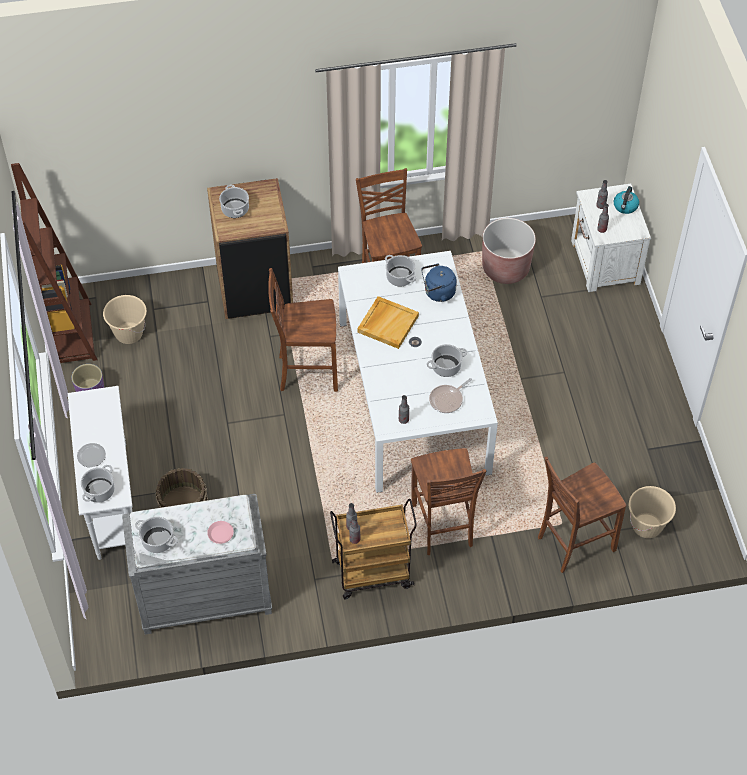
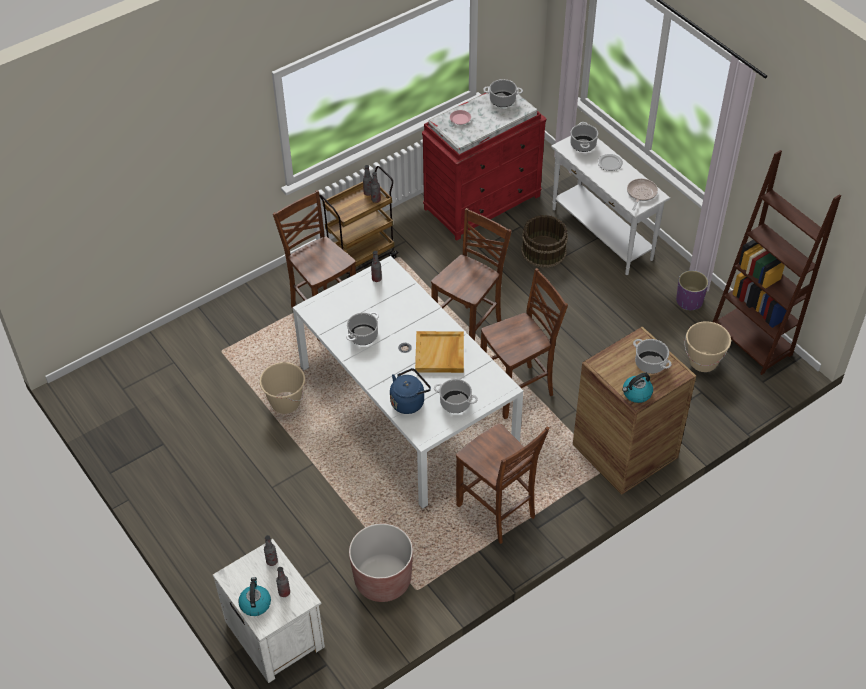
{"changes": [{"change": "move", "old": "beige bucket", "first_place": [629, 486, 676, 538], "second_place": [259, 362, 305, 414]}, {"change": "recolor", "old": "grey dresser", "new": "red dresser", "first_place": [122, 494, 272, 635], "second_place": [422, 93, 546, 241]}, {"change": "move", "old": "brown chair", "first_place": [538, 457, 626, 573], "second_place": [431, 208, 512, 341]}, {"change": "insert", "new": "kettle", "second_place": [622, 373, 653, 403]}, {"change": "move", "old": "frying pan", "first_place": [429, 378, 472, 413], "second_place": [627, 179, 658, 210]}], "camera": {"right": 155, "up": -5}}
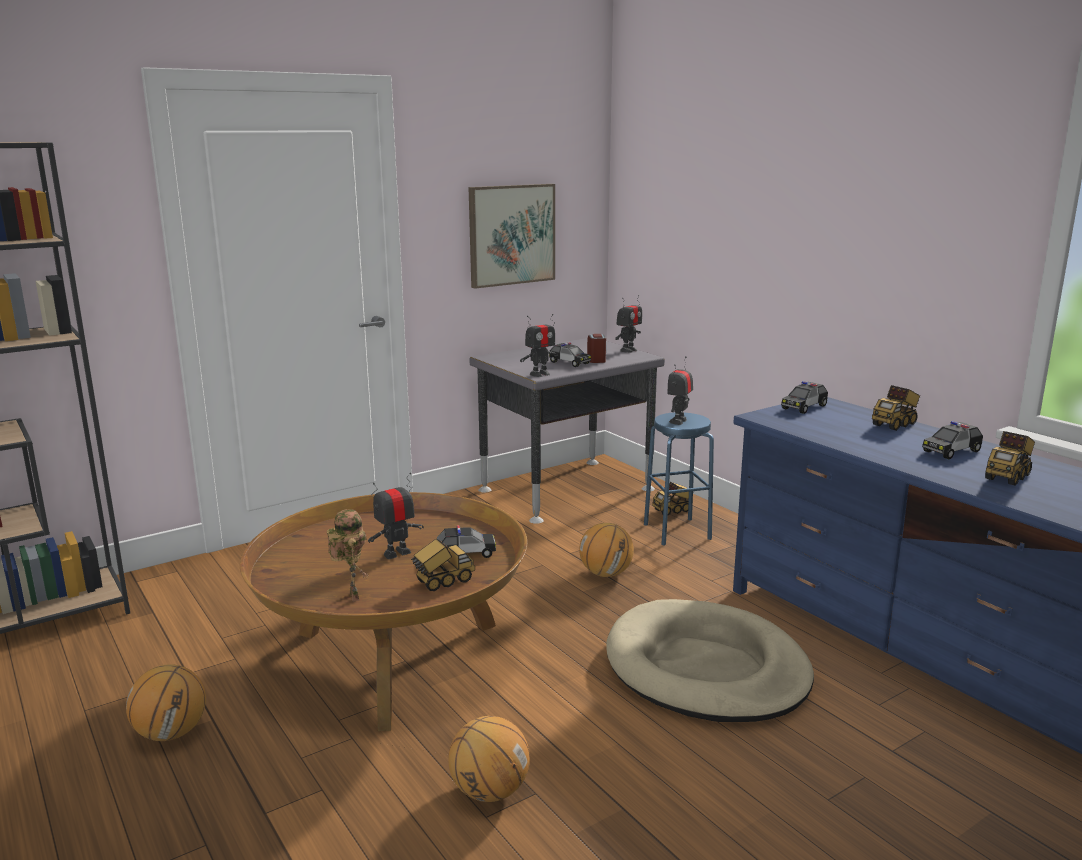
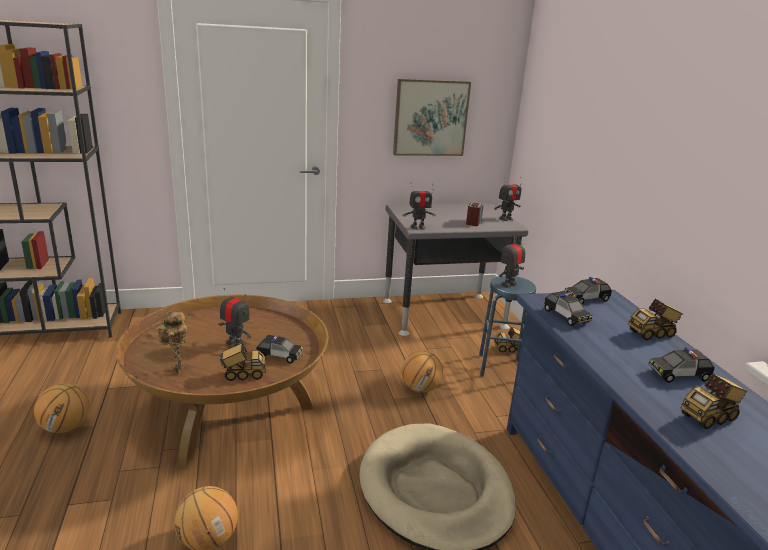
{"changes": [{"change": "rotate", "old": "toy robot", "first_place": [368, 473, 424, 559], "second_place": [218, 288, 251, 347], "degrees": 45}, {"change": "move", "old": "toy car", "first_place": [549, 342, 591, 367], "second_place": [544, 291, 592, 326]}], "camera": {"right": 20, "up": 5}}
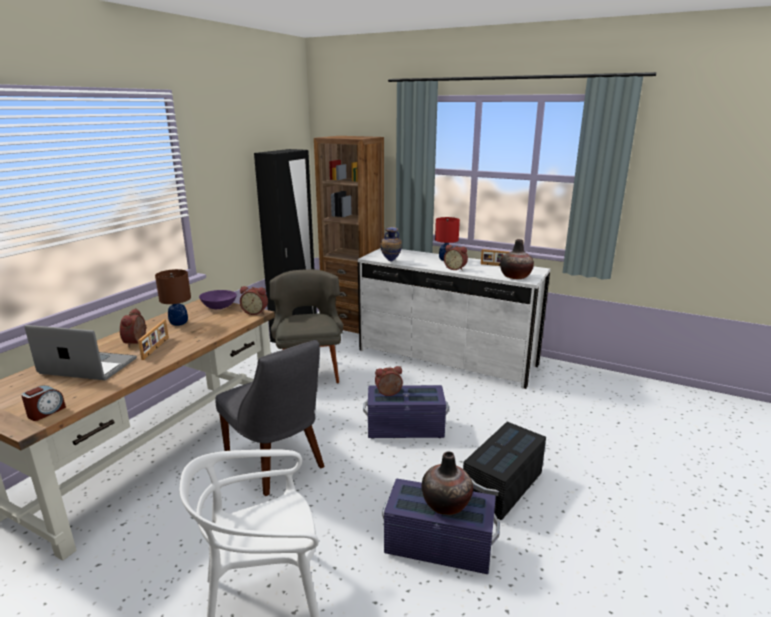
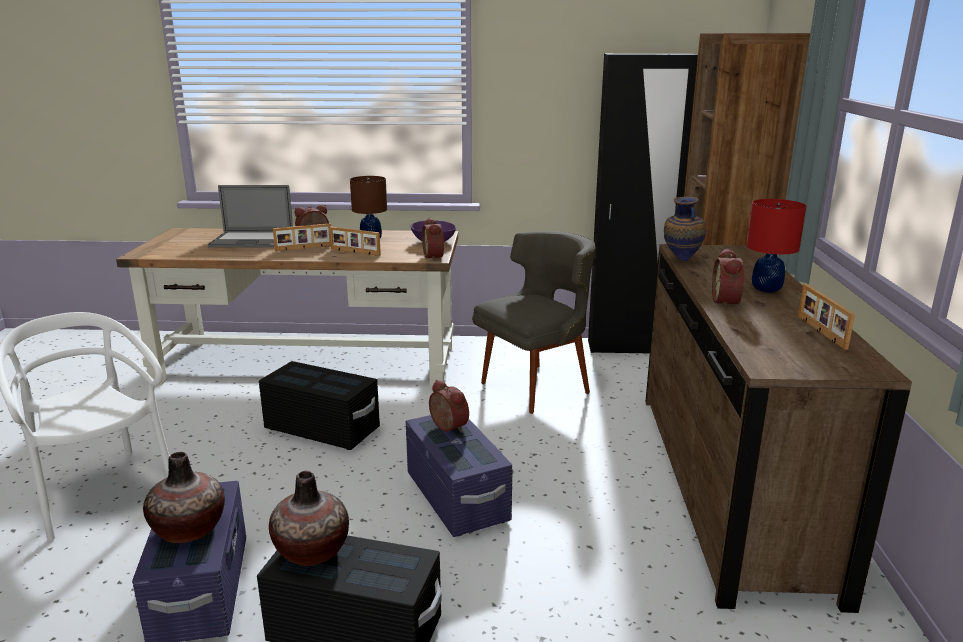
{"changes": [{"change": "rotate", "old": "laptop", "first_place": [25, 325, 137, 380], "second_place": [208, 185, 293, 247], "degrees": 105}, {"change": "replace", "old": "grey chair", "new": "black storage box", "first_place": [215, 340, 325, 496], "second_place": [259, 361, 380, 450]}, {"change": "move", "old": "vase", "first_place": [500, 239, 534, 279], "second_place": [269, 471, 349, 566]}, {"change": "insert", "new": "picture frame", "second_place": [329, 226, 381, 256]}, {"change": "recolor", "old": "white dresser", "new": "brown dresser", "first_place": [358, 248, 550, 389], "second_place": [646, 244, 912, 613]}, {"change": "delete", "old": "alarm clock", "first_place": [21, 385, 66, 421]}], "camera": {"right": 65, "up": 0}}
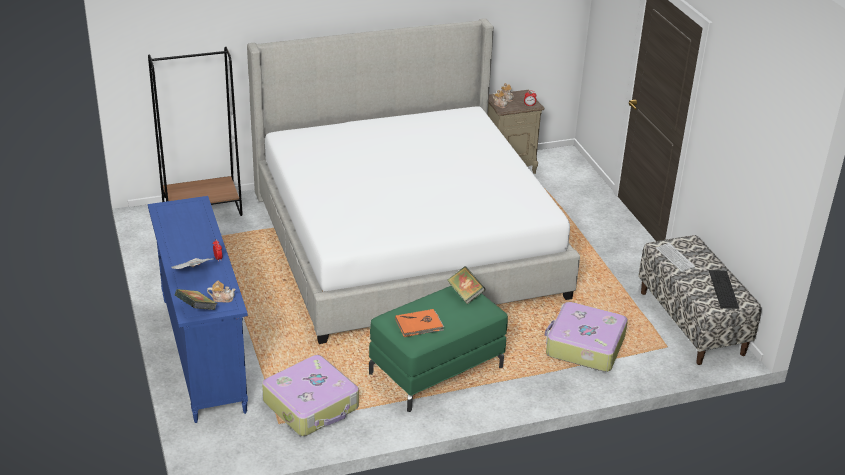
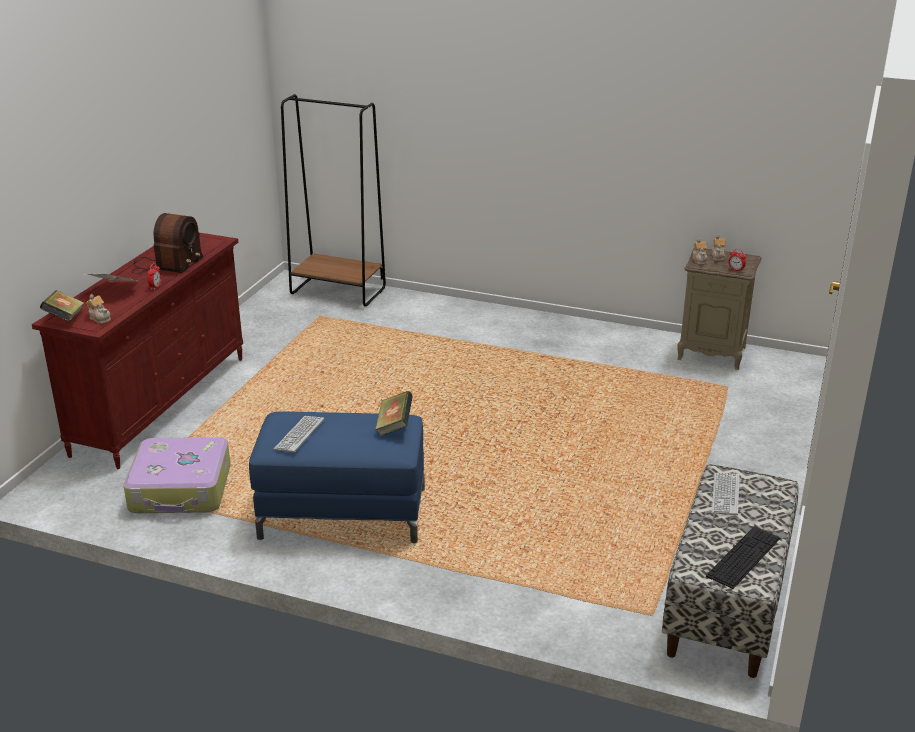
{"changes": [{"change": "recolor", "old": "blue dresser", "new": "red dresser", "first_place": [148, 196, 248, 423], "second_place": [32, 233, 243, 469]}, {"change": "insert", "new": "radio", "second_place": [132, 213, 203, 277]}, {"change": "recolor", "old": "green ottoman", "new": "blue ottoman", "first_place": [369, 286, 508, 412], "second_place": [249, 412, 425, 543]}, {"change": "replace", "old": "orange book", "new": "keyboard", "first_place": [395, 309, 444, 337], "second_place": [274, 416, 324, 453]}, {"change": "delete", "old": "bed", "first_place": [247, 18, 580, 344]}, {"change": "delete", "old": "suitcase", "first_place": [545, 302, 628, 372]}], "camera": {"right": 40, "up": -5}}
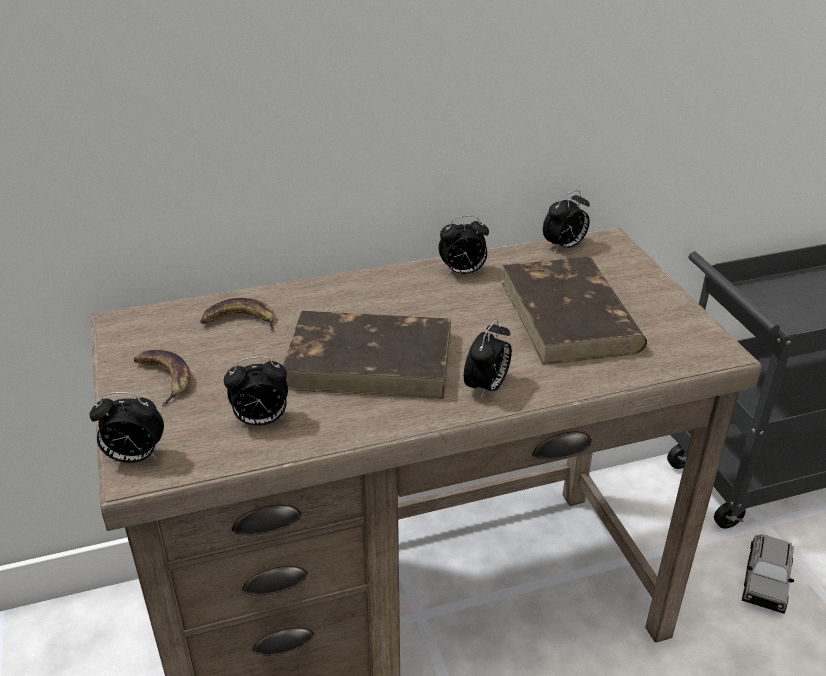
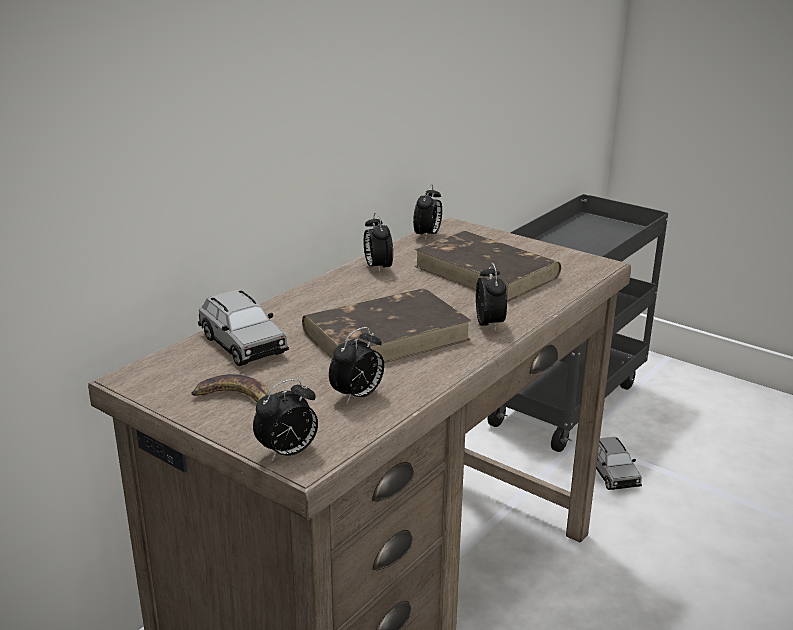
{"changes": [{"change": "replace", "old": "banana", "new": "grey toy car", "first_place": [200, 298, 275, 332], "second_place": [198, 290, 289, 366]}, {"change": "rotate", "old": "alarm clock", "first_place": [439, 215, 489, 275], "second_place": [364, 213, 393, 273], "degrees": 120}], "camera": {"right": -35, "up": -10}}
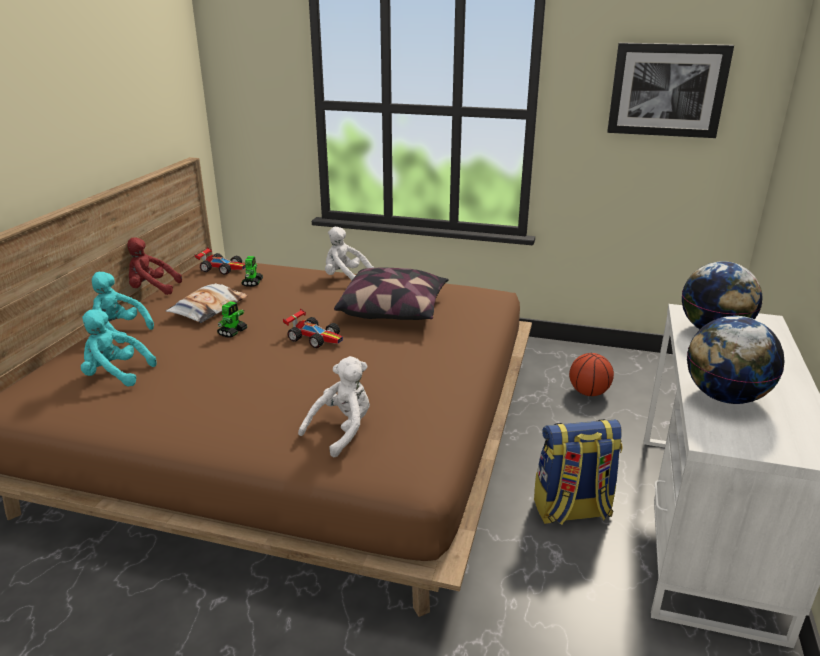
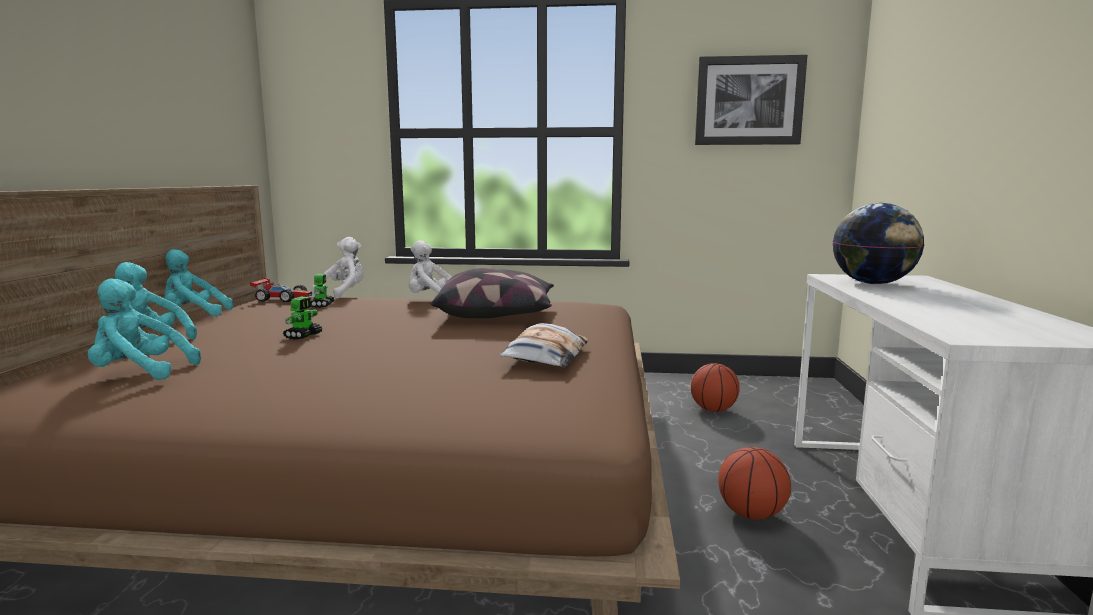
{"changes": [{"change": "recolor", "old": "red plush toy", "new": "turquoise plush toy", "first_place": [127, 237, 182, 295], "second_place": [164, 249, 233, 316]}, {"change": "move", "old": "white plush toy", "first_place": [298, 356, 370, 457], "second_place": [311, 237, 364, 299]}, {"change": "move", "old": "pillow", "first_place": [166, 283, 248, 323], "second_place": [499, 323, 589, 367]}, {"change": "replace", "old": "backpack", "new": "basketball", "first_place": [534, 419, 623, 525], "second_place": [718, 447, 791, 520]}, {"change": "delete", "old": "toy car", "first_place": [283, 308, 343, 348]}, {"change": "delete", "old": "globe", "first_place": [687, 316, 784, 404]}], "camera": {"right": -10, "up": -15}}
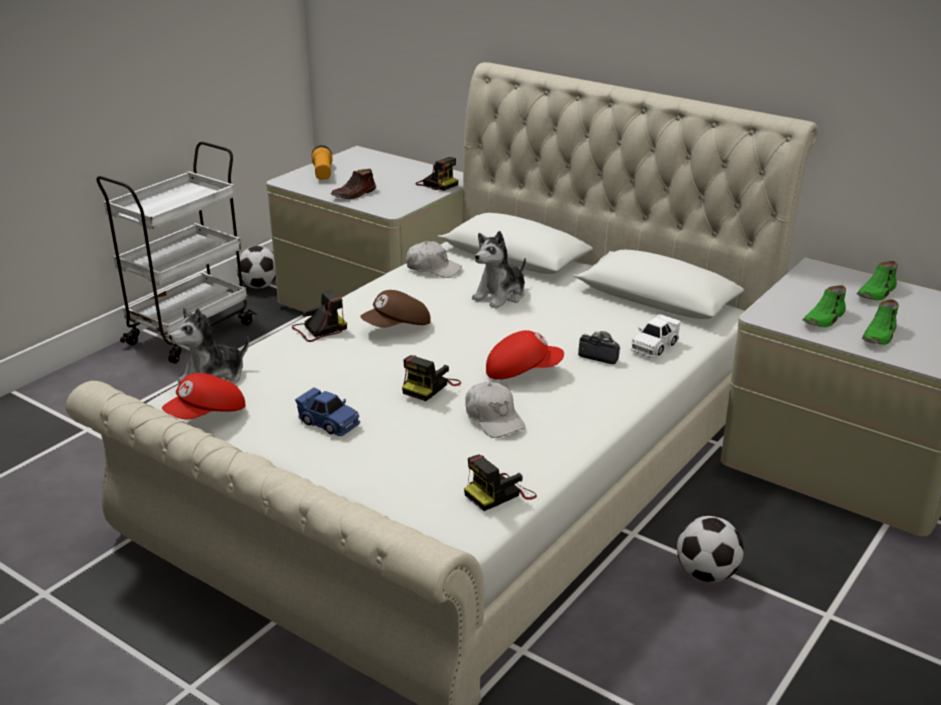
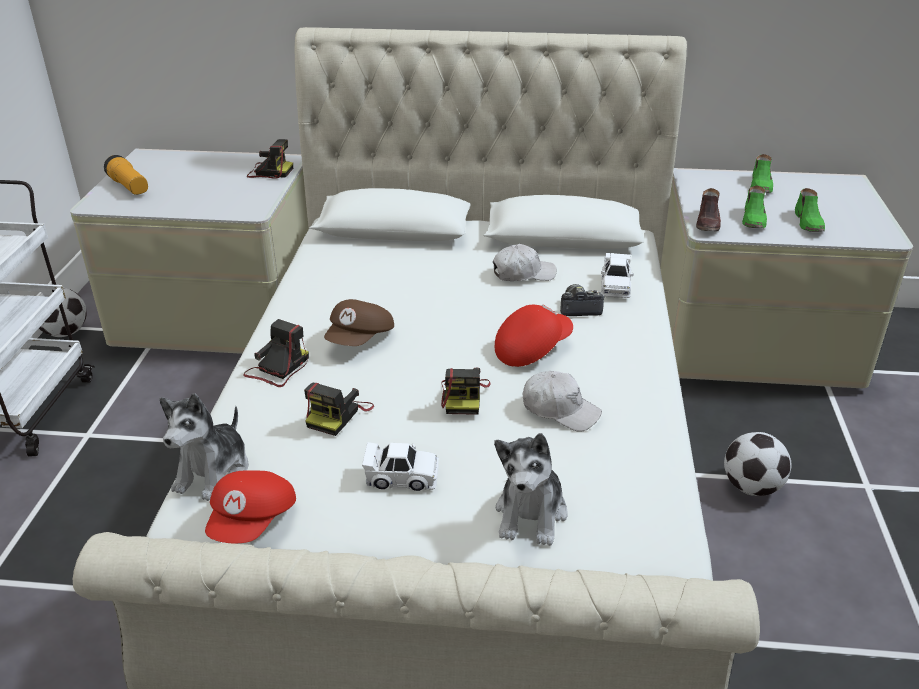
{"changes": [{"change": "move", "old": "photo camera", "first_place": [464, 454, 537, 511], "second_place": [304, 383, 374, 436]}, {"change": "recolor", "old": "blue toy car", "new": "white toy car", "first_place": [295, 387, 360, 436], "second_place": [362, 442, 439, 491]}, {"change": "move", "old": "white cap", "first_place": [406, 241, 462, 278], "second_place": [493, 244, 557, 281]}, {"change": "move", "old": "plush toy", "first_place": [472, 231, 526, 309], "second_place": [494, 433, 568, 546]}, {"change": "move", "old": "brown shoe", "first_place": [331, 169, 376, 199], "second_place": [696, 188, 721, 231]}], "camera": {"right": -30, "up": 5}}
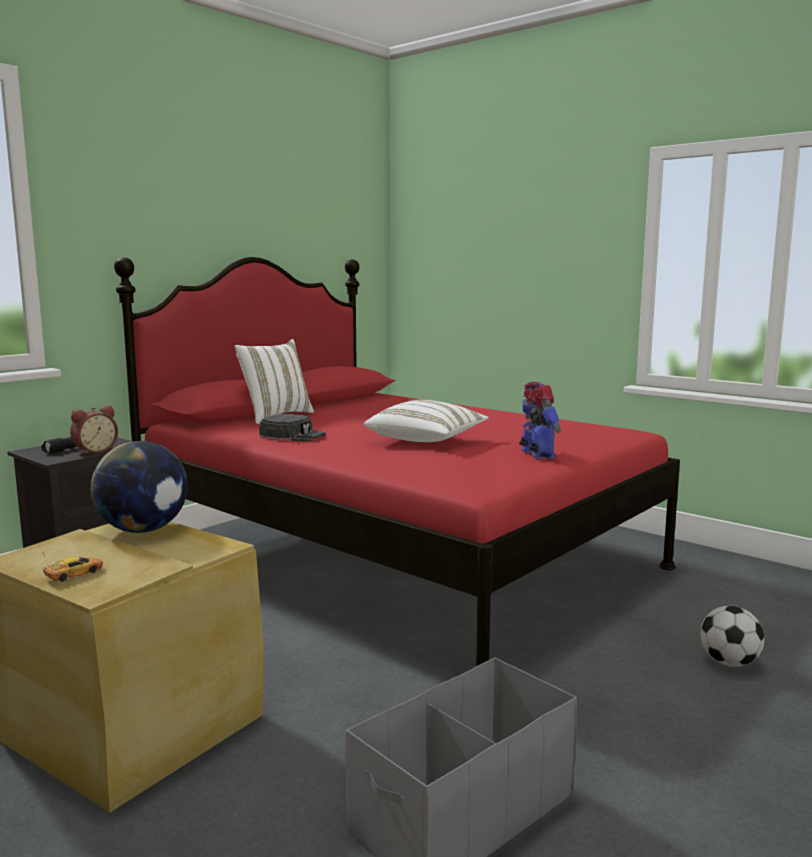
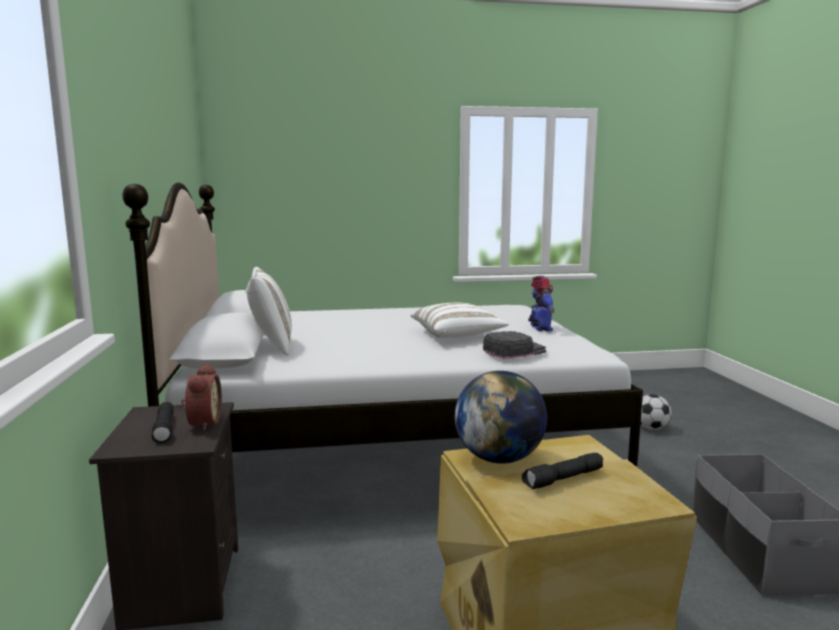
{"changes": [{"change": "recolor", "old": "red bed", "new": "white bed", "first_place": [114, 257, 680, 666], "second_place": [122, 183, 643, 467]}, {"change": "move", "old": "black cap", "first_place": [259, 414, 326, 442], "second_place": [483, 331, 546, 359]}, {"change": "insert", "new": "black flashlight", "second_place": [522, 453, 603, 489]}, {"change": "rotate", "old": "toy robot", "first_place": [519, 382, 561, 459], "second_place": [528, 276, 554, 332], "degrees": 60}, {"change": "delete", "old": "toy car", "first_place": [39, 546, 103, 582]}], "camera": {"right": -50, "up": 0}}
